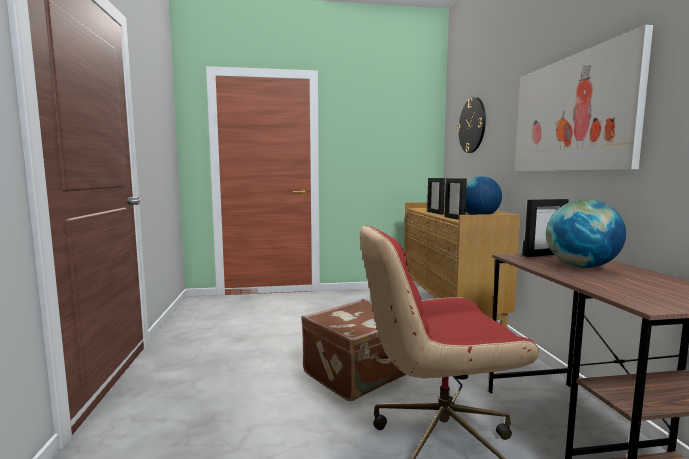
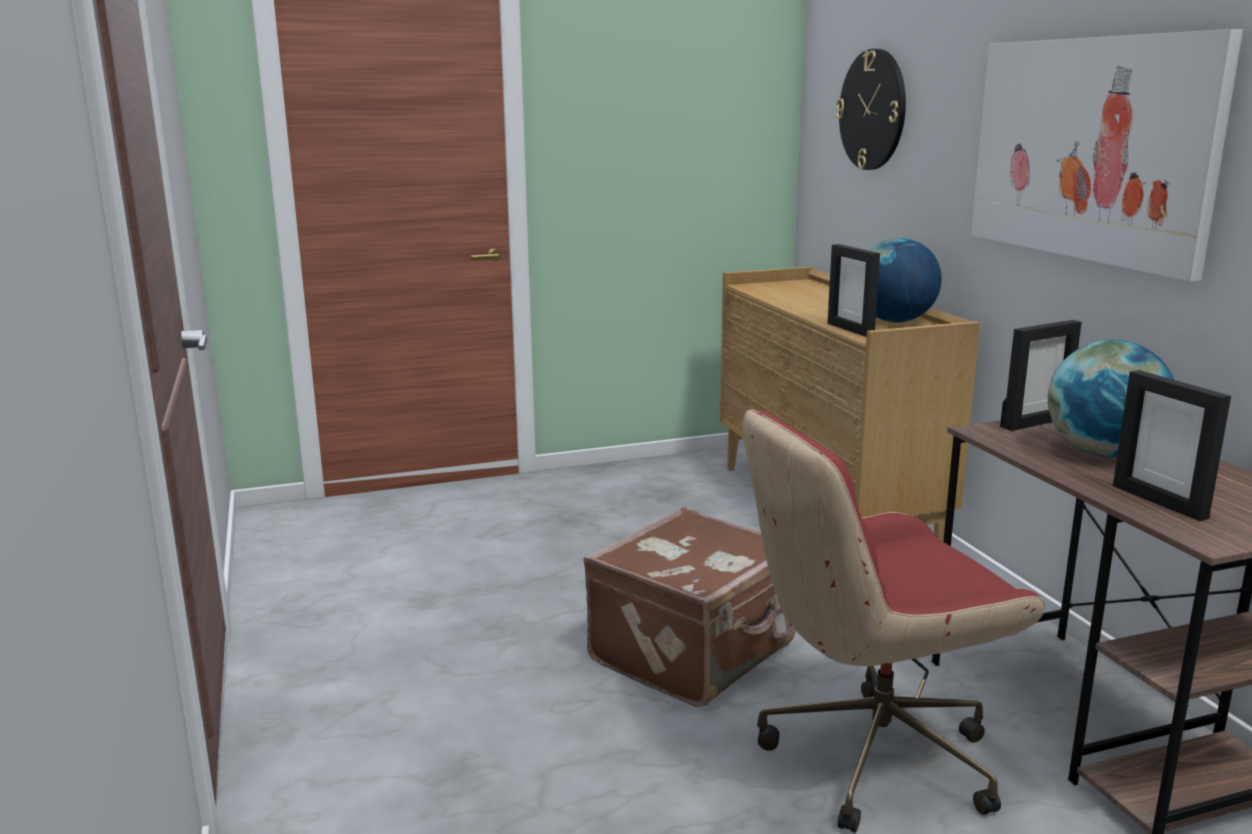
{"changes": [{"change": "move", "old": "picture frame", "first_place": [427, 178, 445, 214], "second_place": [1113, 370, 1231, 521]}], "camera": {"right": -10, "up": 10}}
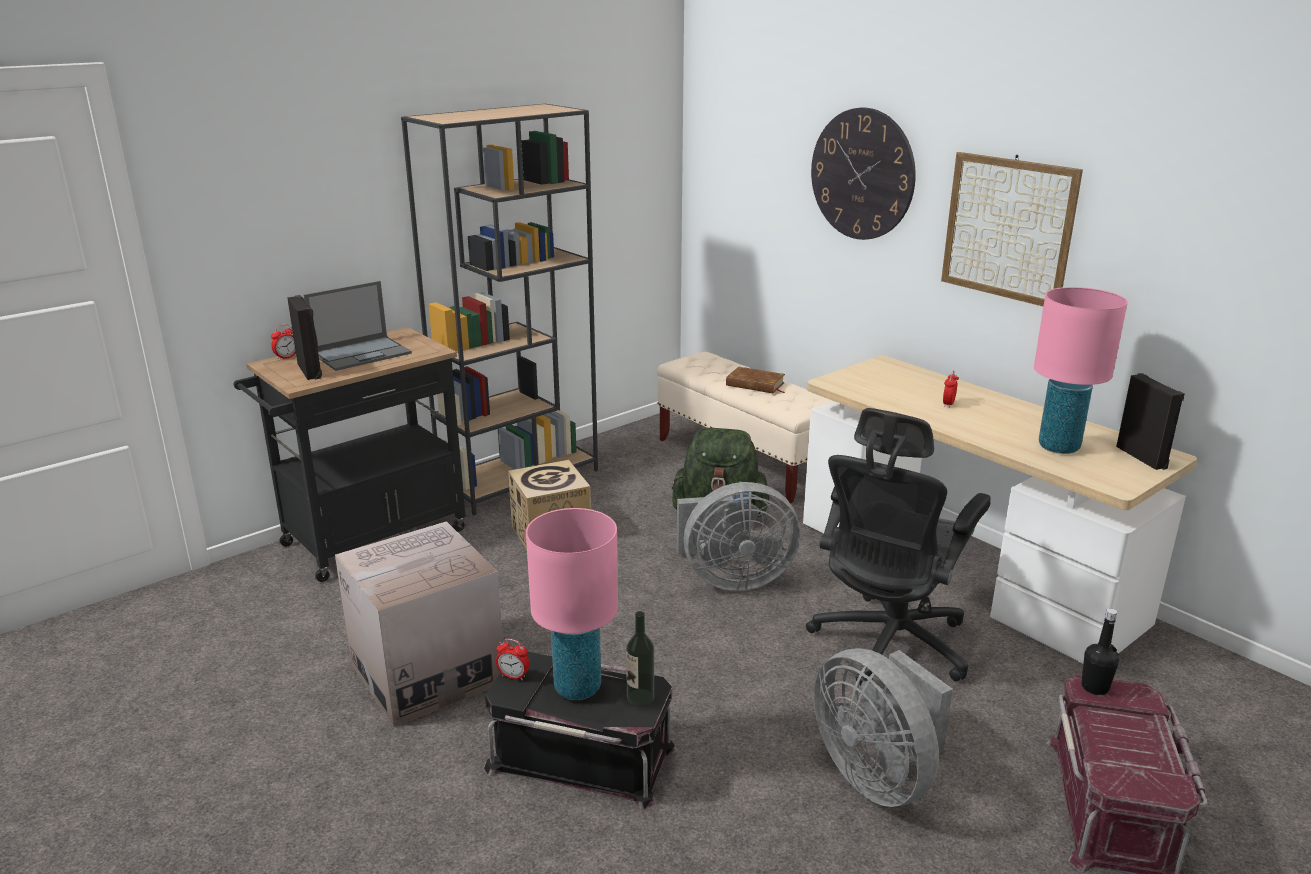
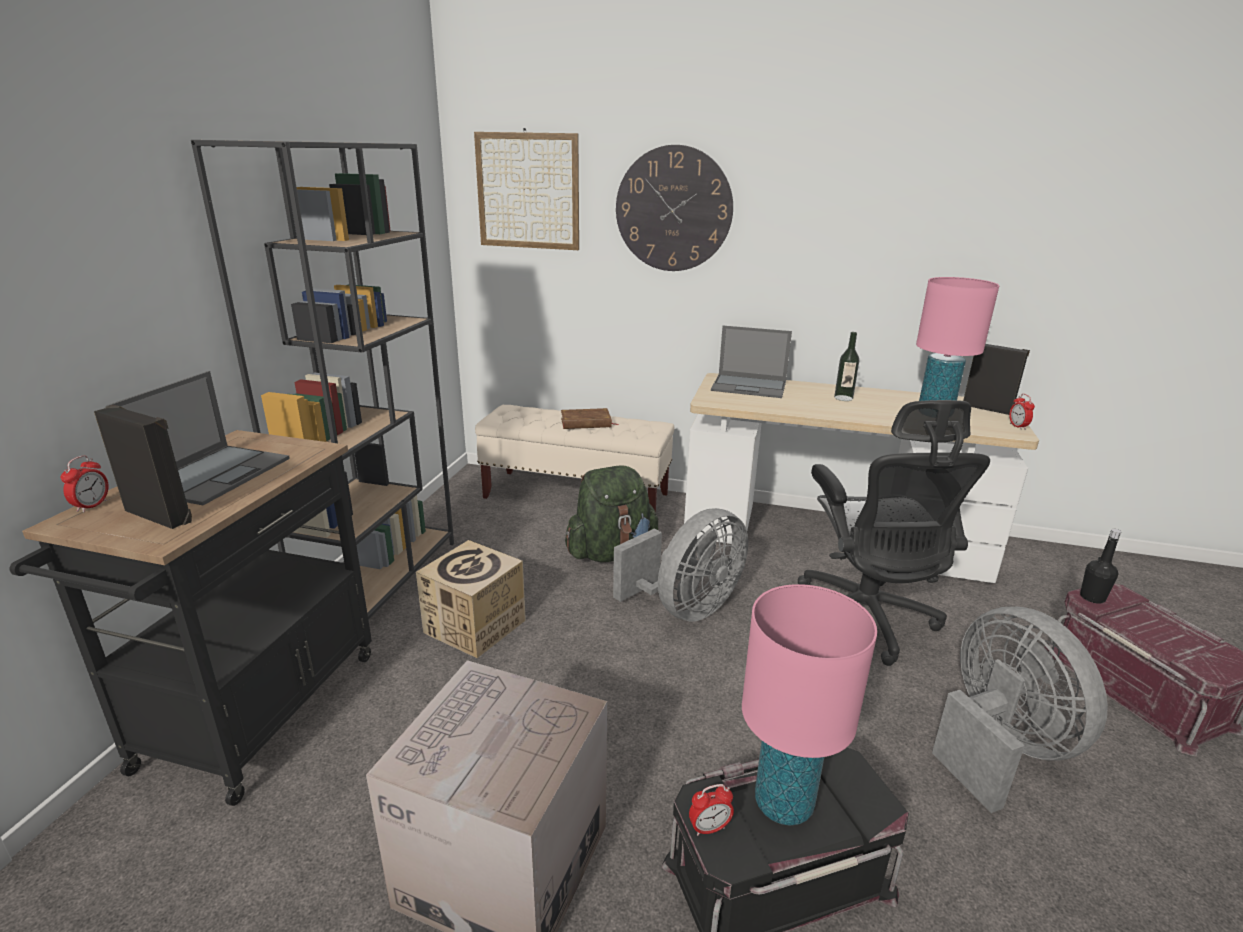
{"changes": [{"change": "move", "old": "picture", "first_place": [941, 152, 1083, 306], "second_place": [474, 128, 579, 250]}, {"change": "insert", "new": "laptop", "second_place": [711, 326, 792, 398]}, {"change": "move", "old": "bottle", "first_place": [626, 611, 654, 706], "second_place": [834, 332, 859, 401]}, {"change": "rotate", "old": "grey fan", "first_place": [813, 648, 953, 807], "second_place": [932, 607, 1108, 813], "degrees": -135}, {"change": "move", "old": "alarm clock", "first_place": [943, 370, 959, 408], "second_place": [1009, 394, 1035, 430]}], "camera": {"right": -35, "up": 0}}
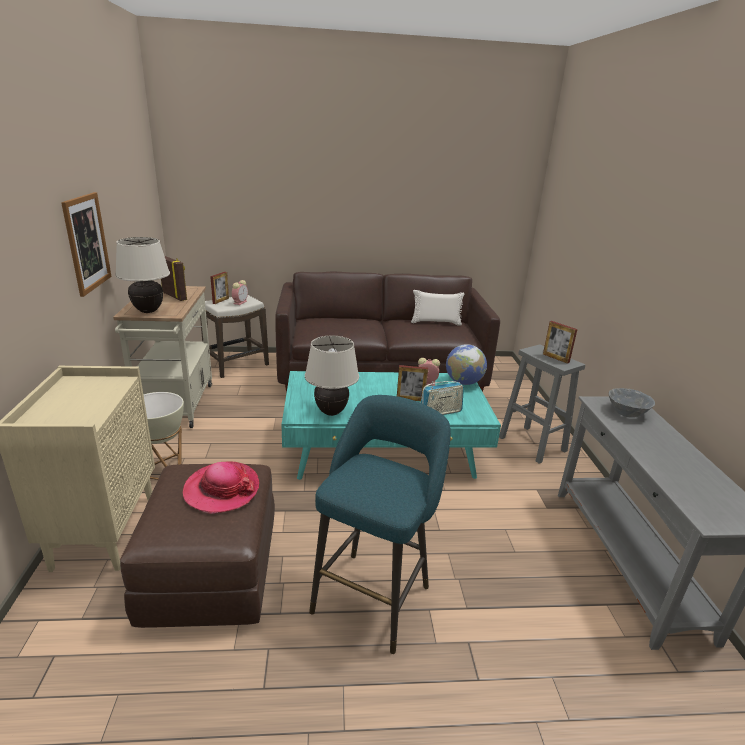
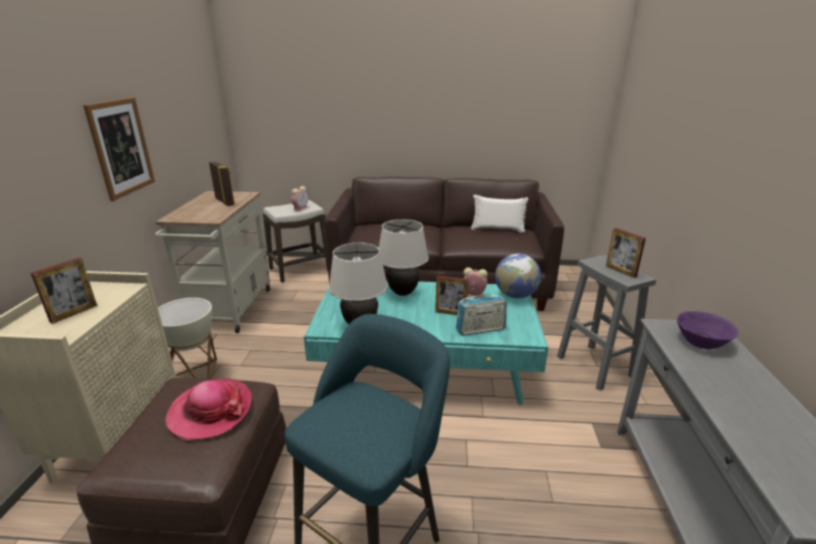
{"changes": [{"change": "move", "old": "picture frame", "first_place": [210, 272, 229, 304], "second_place": [31, 258, 97, 324]}, {"change": "move", "old": "beige table lamp", "first_place": [115, 237, 170, 313], "second_place": [379, 219, 429, 296]}, {"change": "recolor", "old": "grey bowl", "new": "purple bowl", "first_place": [609, 388, 655, 418], "second_place": [677, 311, 738, 349]}], "camera": {"right": 10, "up": 0}}
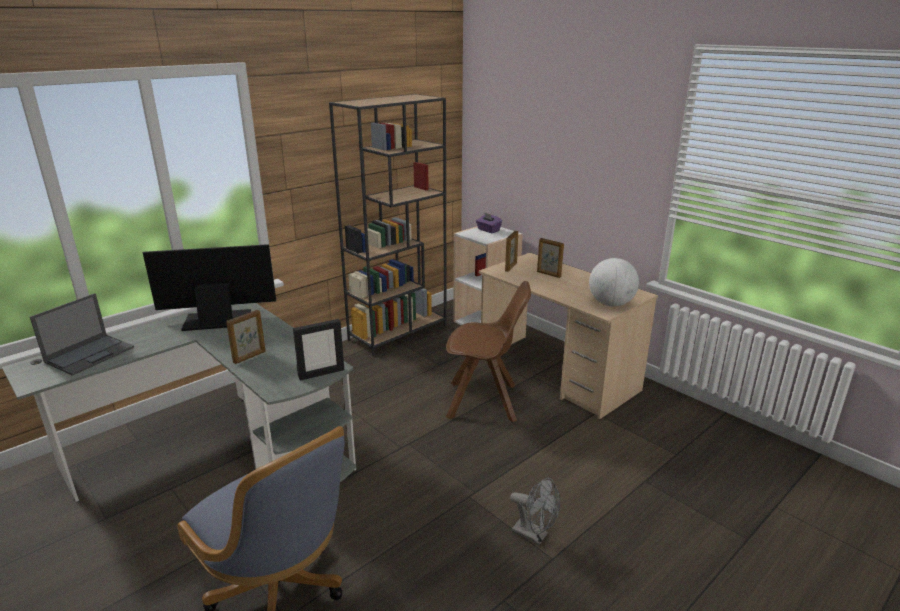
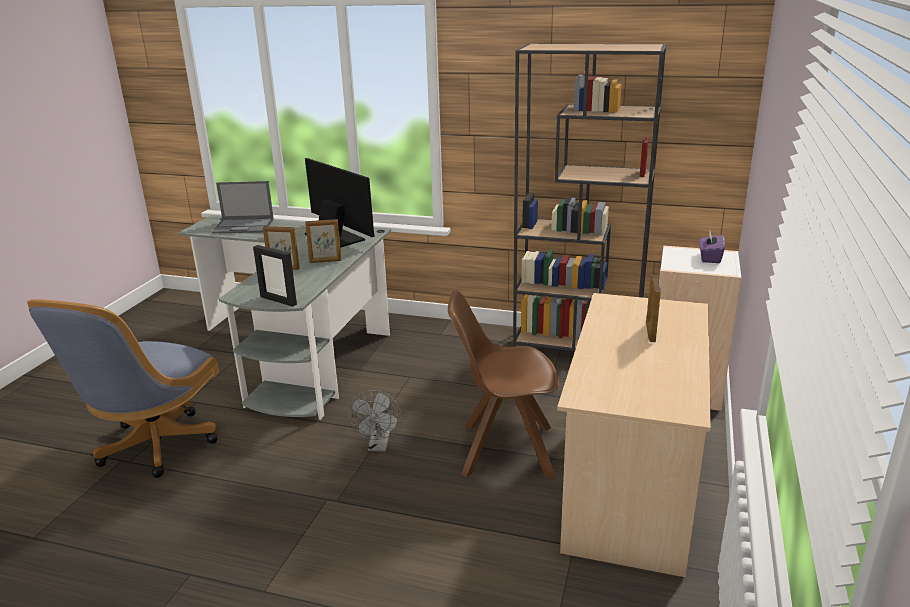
{"changes": [{"change": "move", "old": "picture frame", "first_place": [505, 231, 518, 272], "second_place": [305, 219, 341, 263]}, {"change": "move", "old": "grey fan", "first_place": [510, 478, 560, 545], "second_place": [348, 390, 401, 452]}, {"change": "rotate", "old": "brown chair", "first_place": [446, 281, 531, 422], "second_place": [448, 290, 559, 479], "degrees": 120}, {"change": "delete", "old": "globe", "first_place": [589, 258, 639, 306]}], "camera": {"right": 60, "up": 0}}
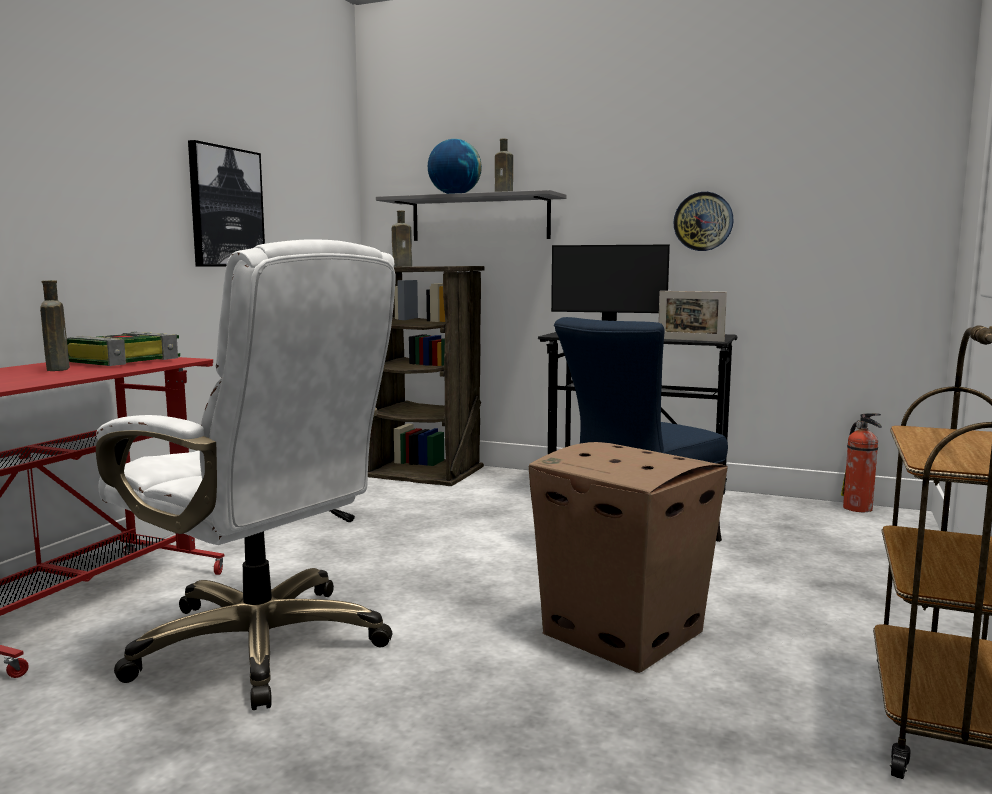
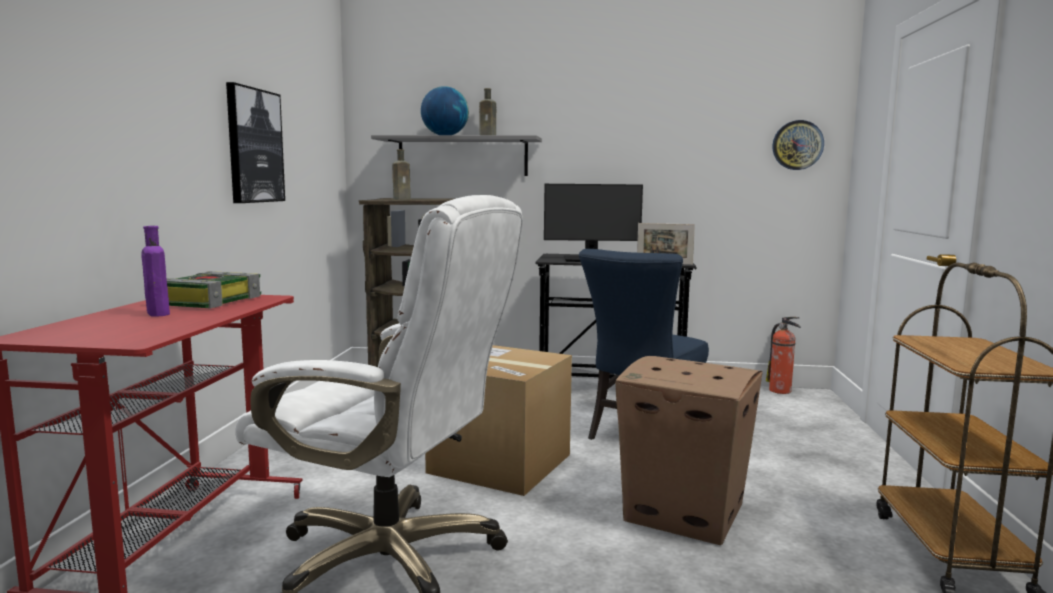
{"changes": [{"change": "recolor", "old": "brown bottle", "new": "purple bottle", "first_place": [40, 280, 70, 371], "second_place": [142, 226, 170, 317]}, {"change": "insert", "new": "cardboard box", "second_place": [425, 345, 572, 496]}, {"change": "move", "old": "wall clock", "first_place": [674, 192, 734, 251], "second_place": [772, 120, 824, 170]}], "camera": {"right": -15, "up": 0}}
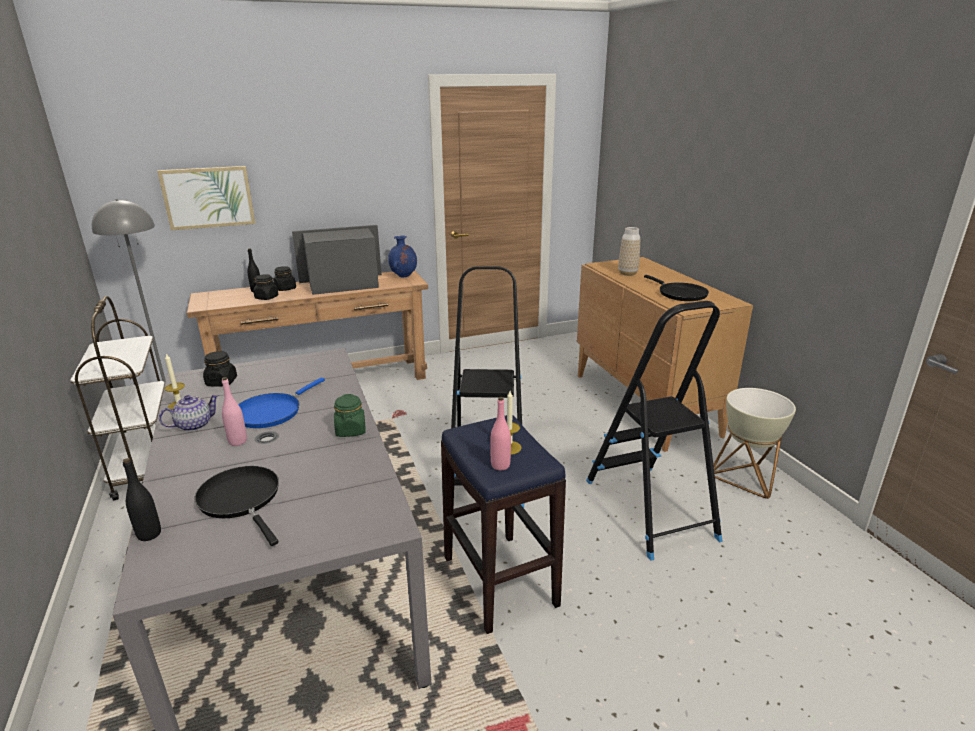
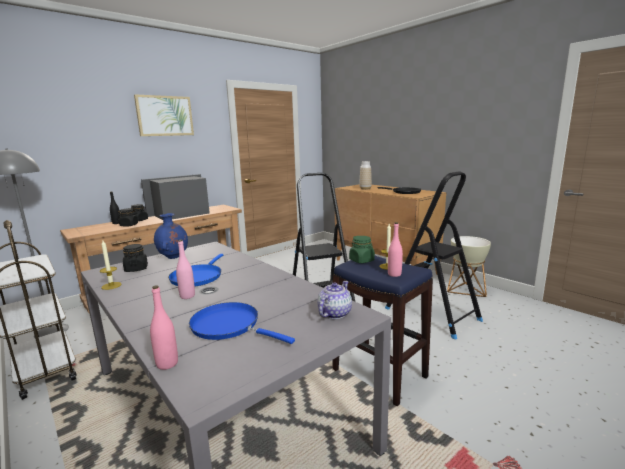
{"changes": [{"change": "move", "old": "picture", "first_place": [157, 166, 256, 230], "second_place": [134, 94, 194, 136]}, {"change": "recolor", "old": "black bottle", "new": "pink bottle", "first_place": [123, 458, 161, 541], "second_place": [150, 285, 178, 370]}, {"change": "move", "old": "blue vase", "first_place": [388, 235, 417, 277], "second_place": [154, 213, 188, 259]}, {"change": "recolor", "old": "black frying pan", "new": "blue frying pan", "first_place": [195, 466, 279, 546], "second_place": [189, 302, 295, 344]}, {"change": "move", "old": "teapot", "first_place": [159, 394, 219, 431], "second_place": [317, 281, 352, 319]}, {"change": "move", "old": "green jar", "first_place": [334, 394, 366, 437], "second_place": [349, 236, 375, 263]}], "camera": {"right": -20, "up": -10}}
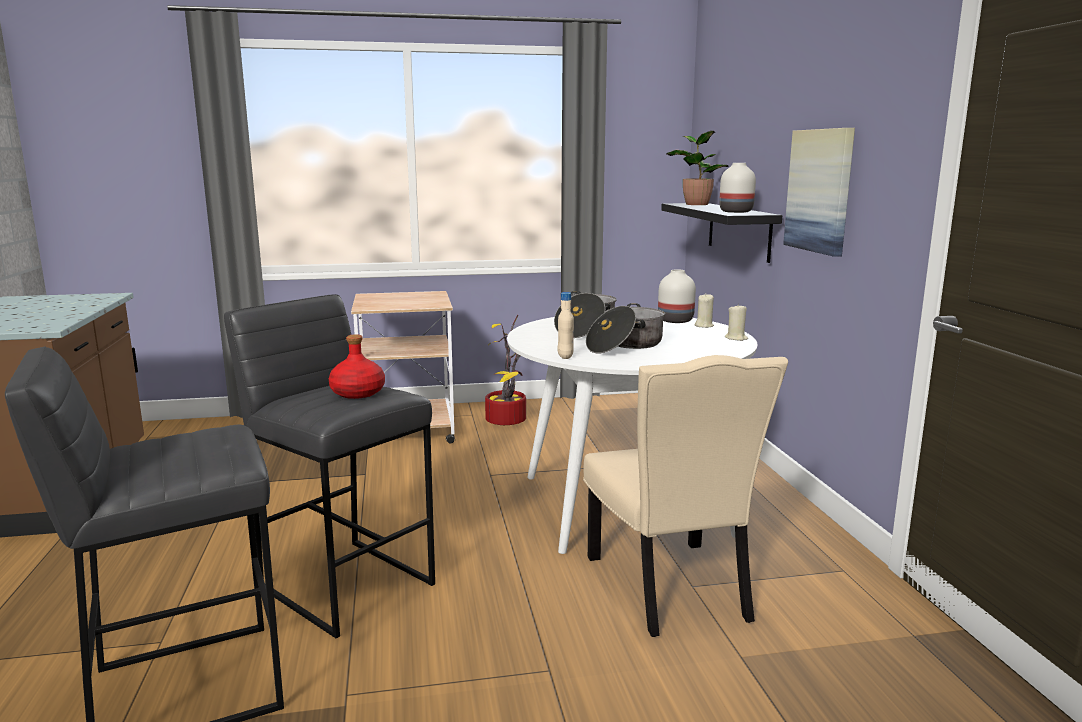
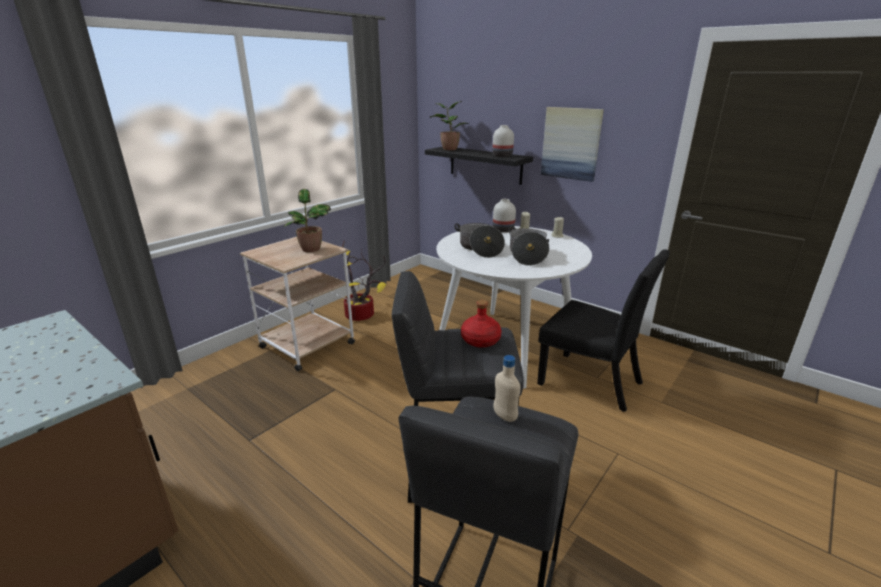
{"changes": [{"change": "insert", "new": "potted plant", "second_place": [284, 189, 331, 252]}, {"change": "move", "old": "beige bottle", "first_place": [557, 292, 574, 359], "second_place": [494, 355, 520, 422]}, {"change": "recolor", "old": "beige chair", "new": "black chair", "first_place": [583, 355, 788, 637], "second_place": [537, 249, 670, 412]}], "camera": {"right": -40, "up": 10}}
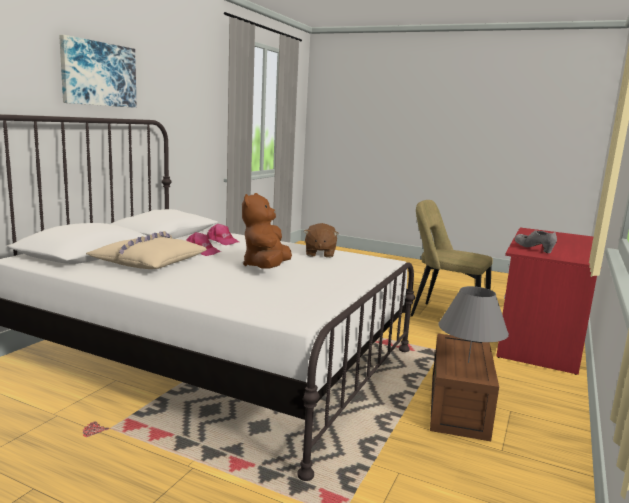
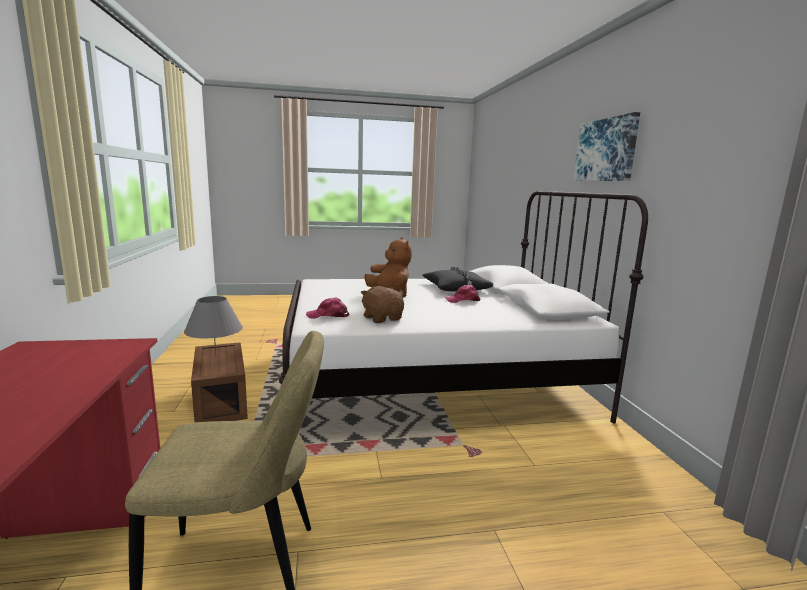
{"changes": [{"change": "move", "old": "pink cap", "first_place": [207, 224, 240, 245], "second_place": [306, 297, 349, 319]}, {"change": "recolor", "old": "beige pillow", "new": "black pillow", "first_place": [86, 231, 207, 269], "second_place": [422, 266, 494, 291]}, {"change": "delete", "old": "grey shoe", "first_place": [515, 231, 557, 253]}], "camera": {"right": 145, "up": 0}}
